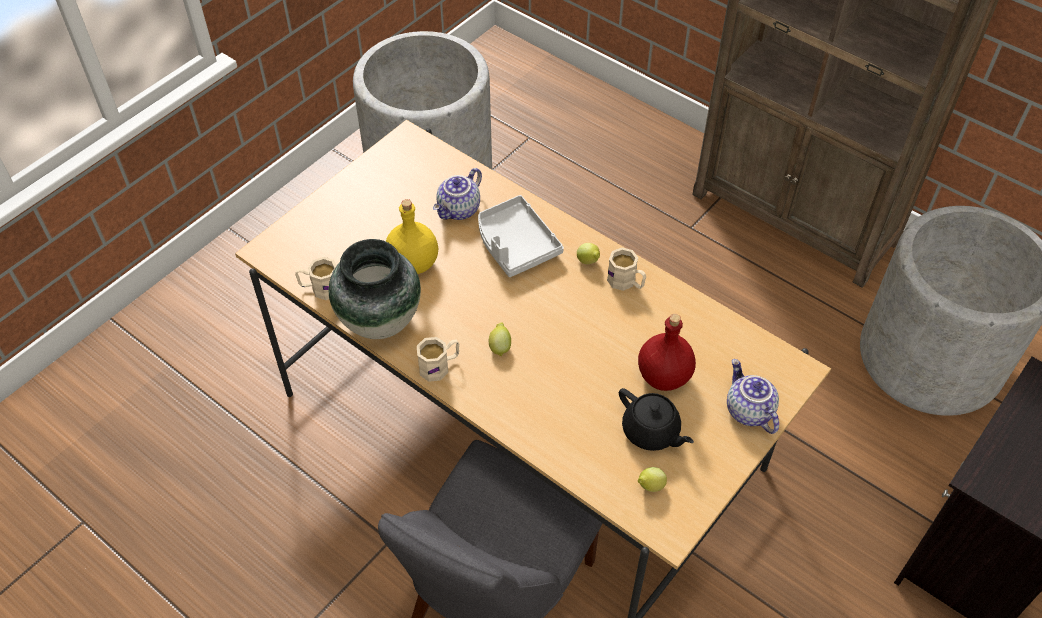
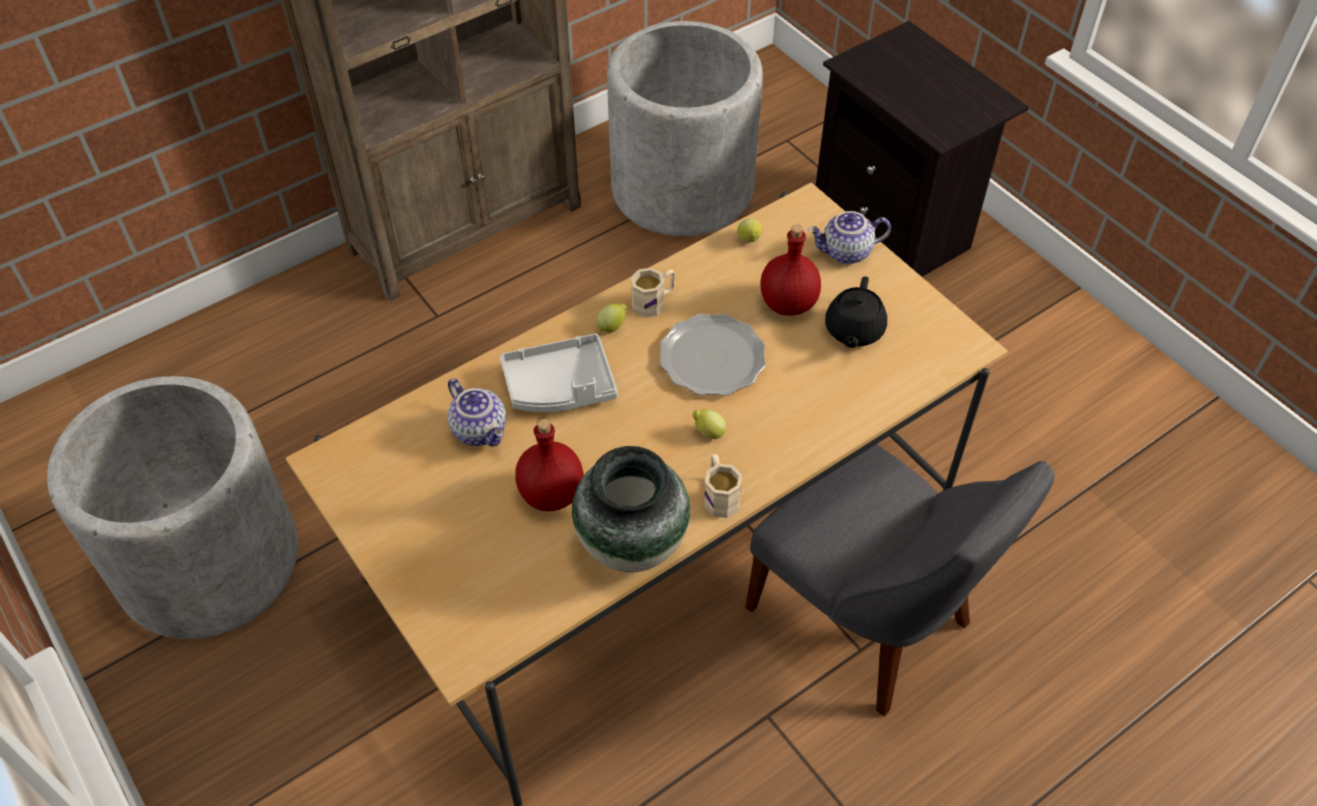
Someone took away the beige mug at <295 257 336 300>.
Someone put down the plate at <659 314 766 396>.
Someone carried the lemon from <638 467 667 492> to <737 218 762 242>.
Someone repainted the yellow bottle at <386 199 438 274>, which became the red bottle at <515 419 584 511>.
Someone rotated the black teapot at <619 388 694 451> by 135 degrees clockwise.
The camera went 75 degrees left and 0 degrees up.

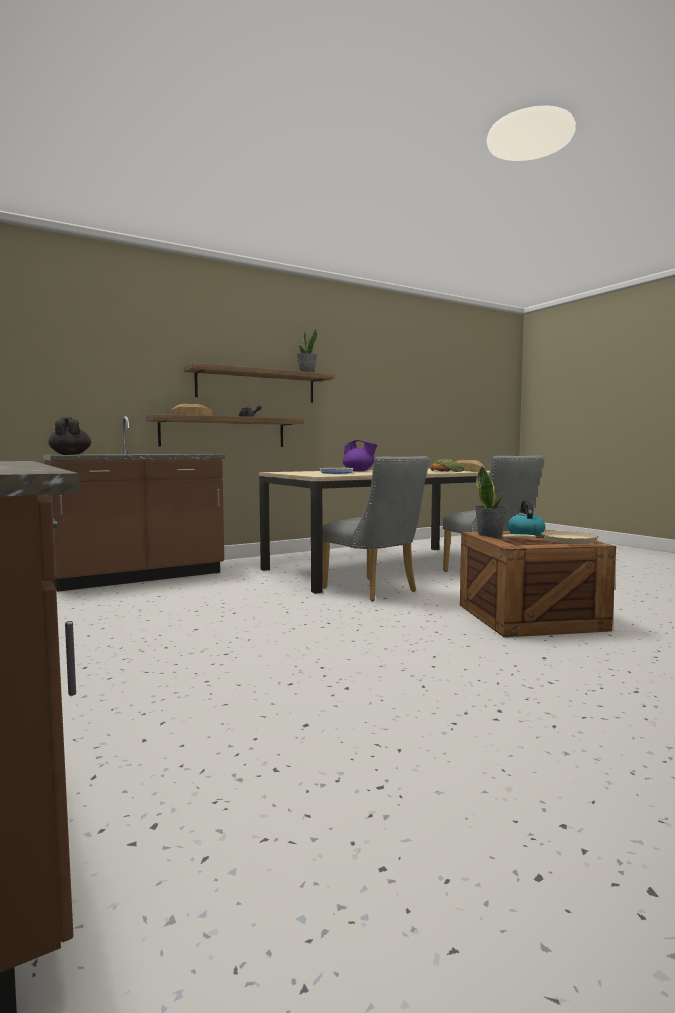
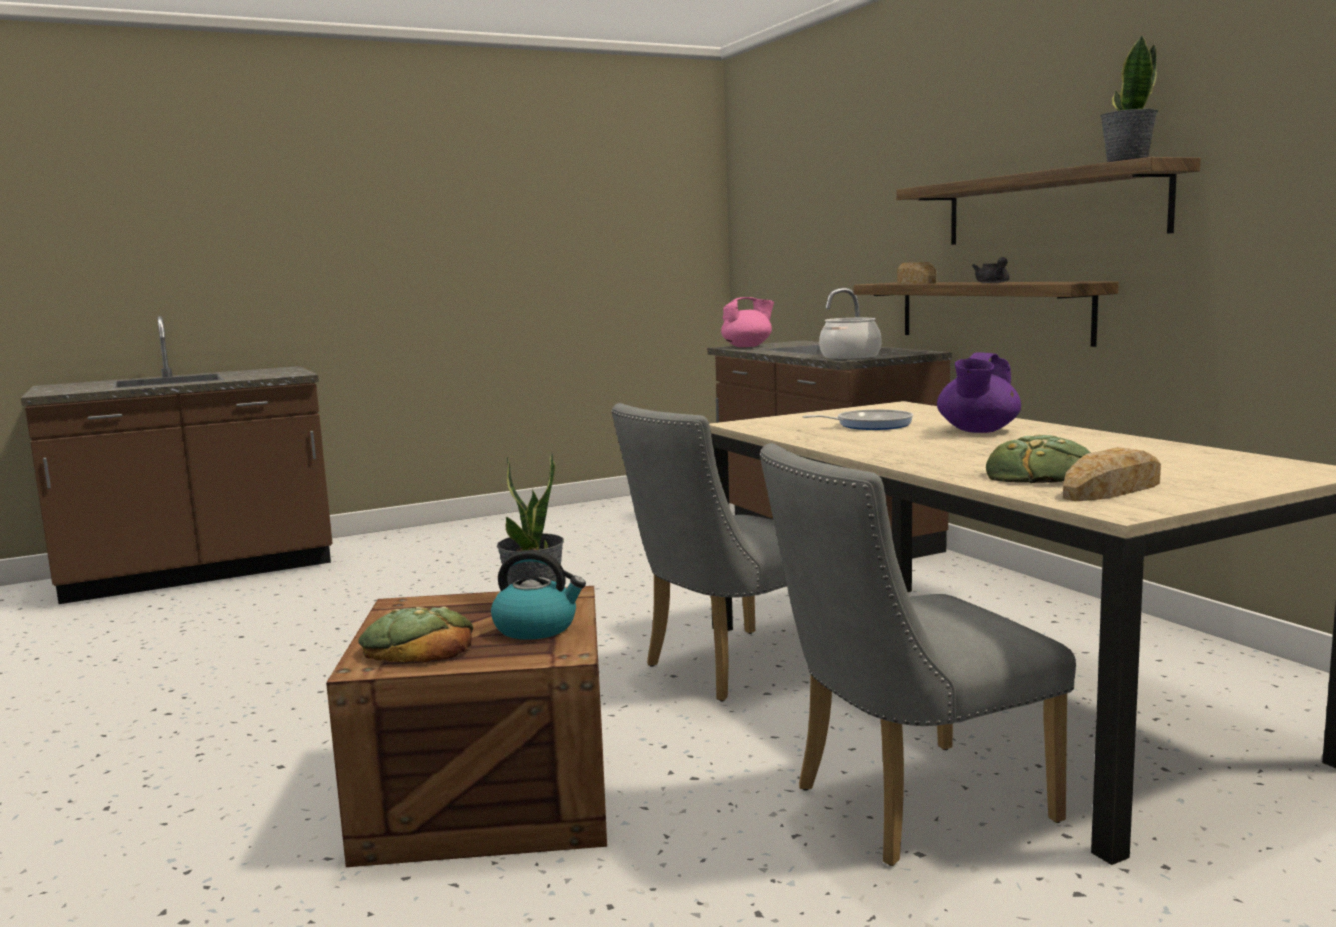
Someone put down the cooking pot at <819 318 882 360>.
Someone swapped the beige frying pan at <502 531 598 544> for the bread at <358 607 473 662>.
Someone repainted the black teapot at <48 417 91 455>, which became the pink teapot at <721 297 774 347>.
The camera went 95 degrees right and 5 degrees up.

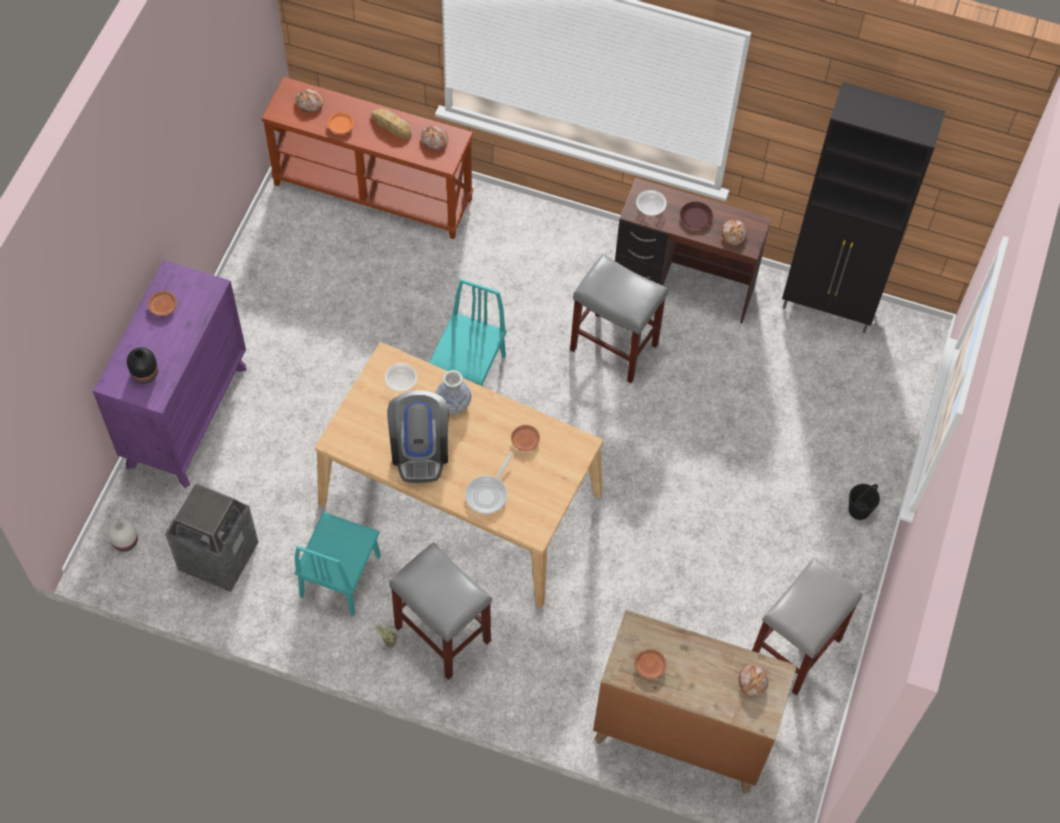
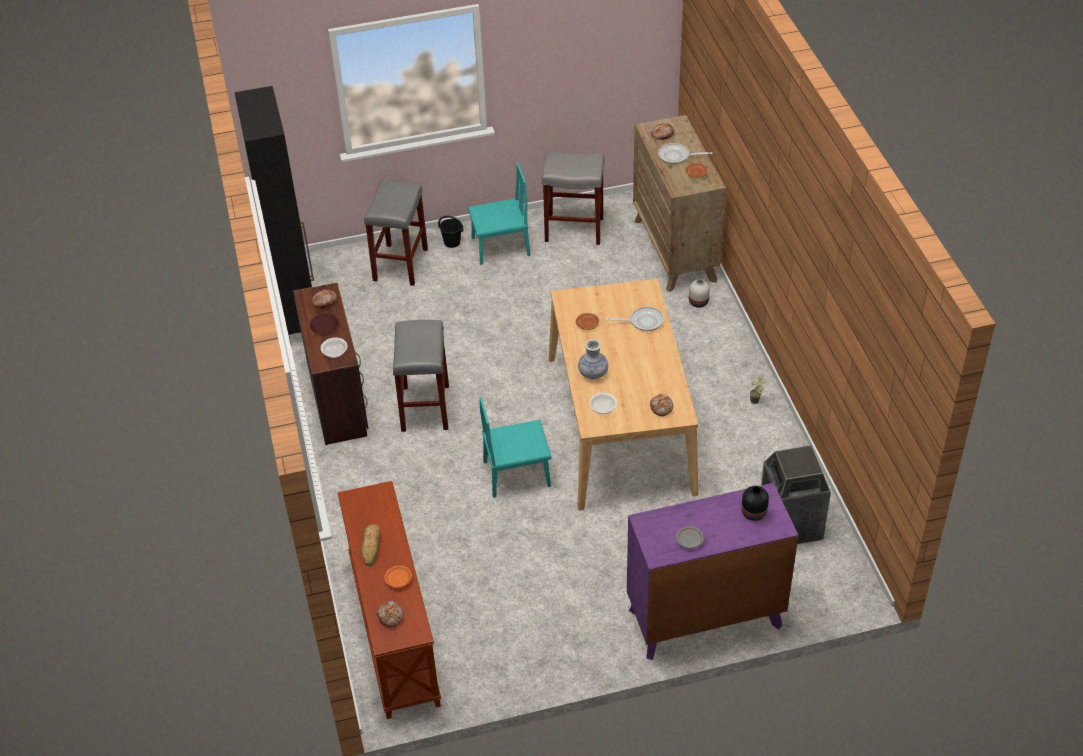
Someone took away the coffee machine at <387 390 449 483>.
Someone put down the frying pan at <658 143 712 164>.
Someone carried the white vase from <108 518 138 552> to <689 279 710 308>.
Someone carried the turquoise chair from <294 512 381 616> to <468 163 531 265>.
Someone carried the grey stool from <389 542 492 680> to <364 180 428 286>.
Someone carried the bread from <421 126 448 150> to <650 394 673 416>.
Someone repainted the brown plate at <148 291 177 316>, which became the grey plate at <676 526 704 548>.
The camera went 120 degrees left and 15 degrees down.

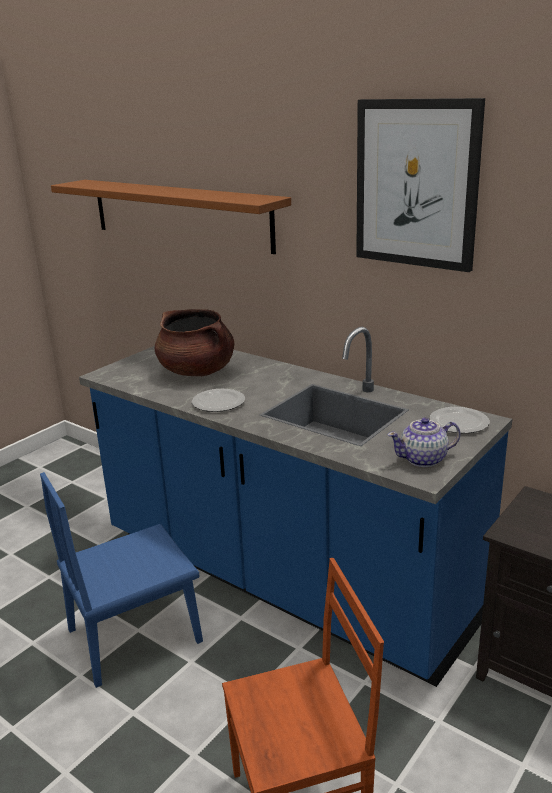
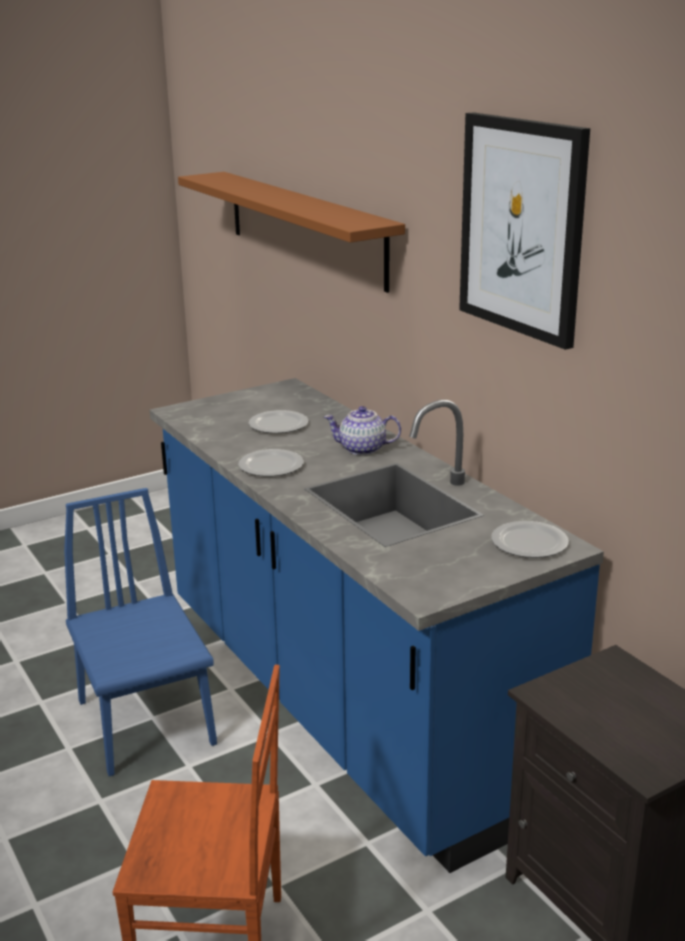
Someone carried the teapot from <388 418 460 467> to <324 406 401 455>.
Someone swapped the brown cooking pot at <155 309 234 376> for the plate at <249 410 308 433>.
Someone rotated the blue chair at <40 472 203 688> by 75 degrees clockwise.
The camera went 20 degrees right and 0 degrees up.

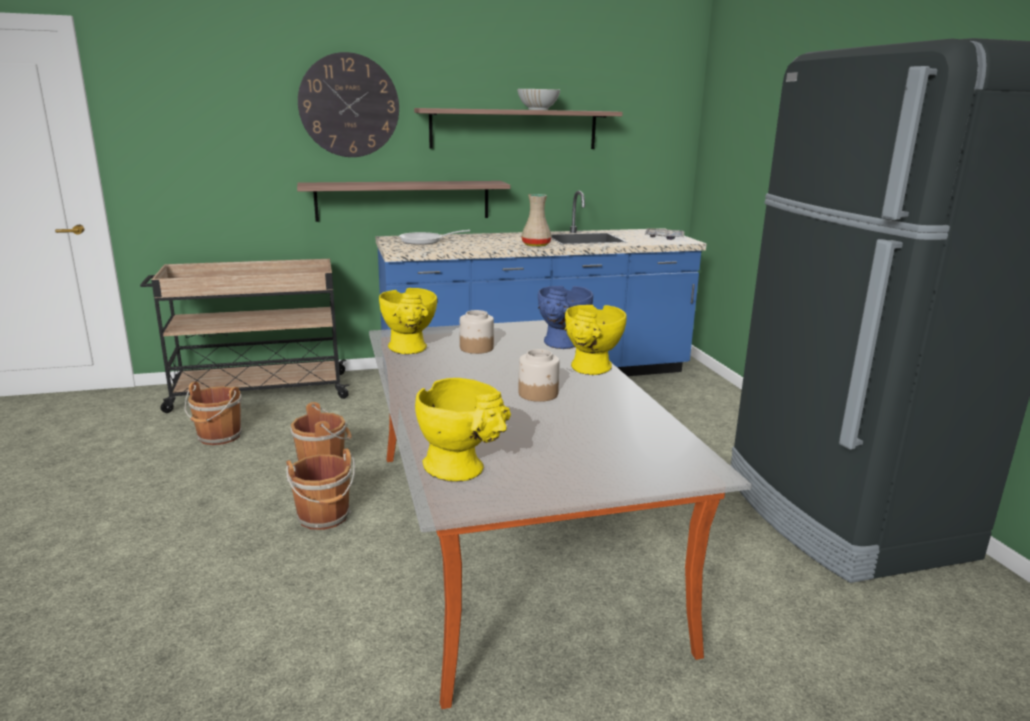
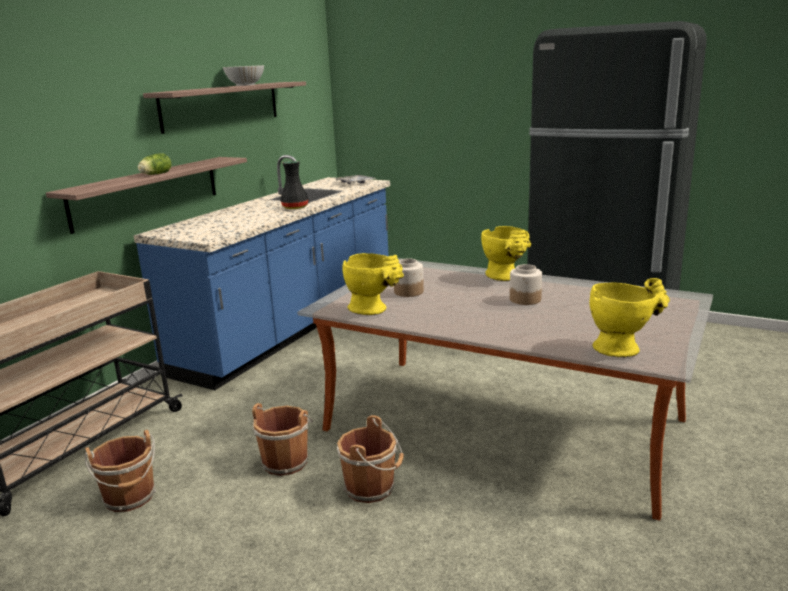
Someone took away the wall clock at <298 52 399 157>.
Someone took away the frying pan at <399 230 470 245>.
Someone took away the blue vase at <538 286 593 349>.
Someone put down the lettuce at <138 153 171 175>.
Someone repainted the beige vase at <521 194 552 247>, which became the black vase at <281 161 309 209>.
The camera went 45 degrees left and 0 degrees up.

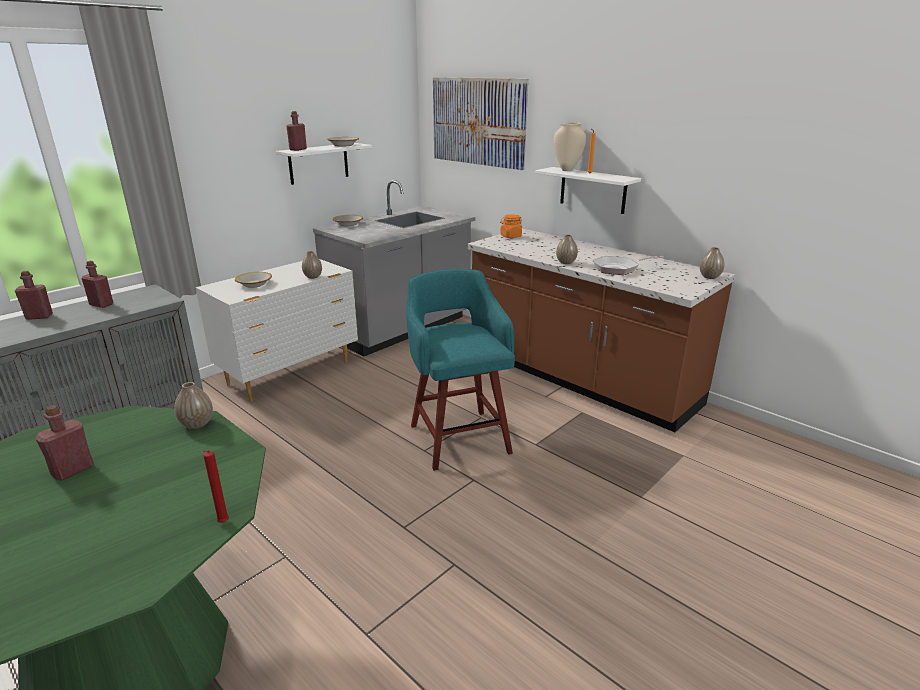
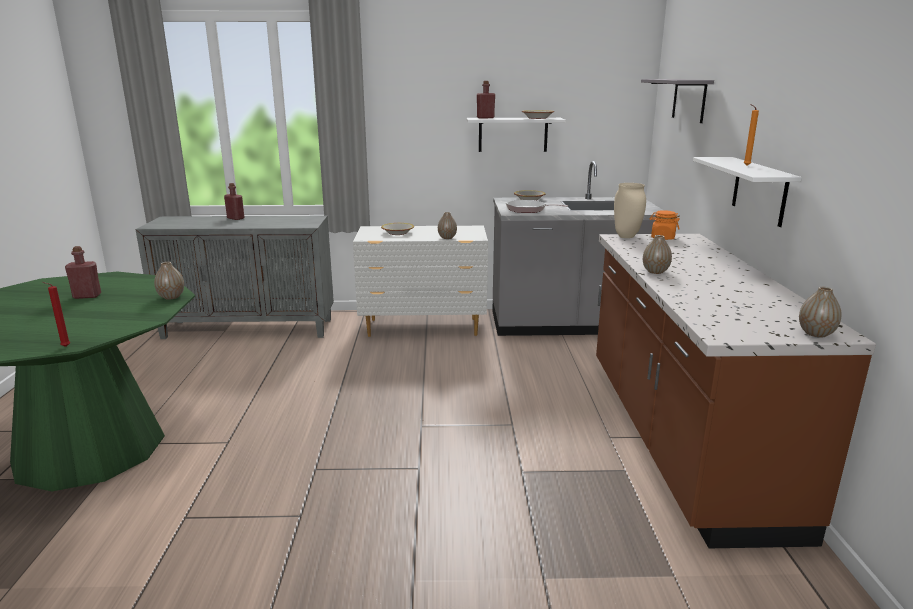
Someone took away the red bottle at <81 261 113 308>.
Someone took away the turquoise stool at <406 269 515 471>.
Someone carried the beige vase from <554 122 586 171> to <614 183 646 238>.
Someone carried the frying pan from <592 256 664 275> to <506 200 569 213>.
Someone swapped the picture at <433 77 528 170> for the grey shelf at <641 79 714 123>.
The camera went 45 degrees right and 5 degrees down.

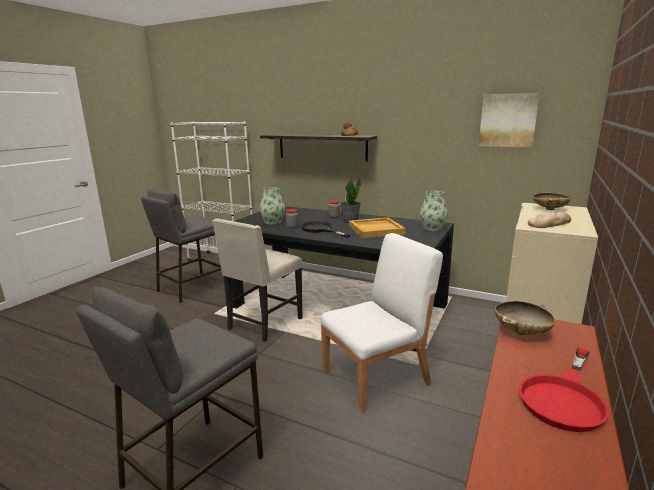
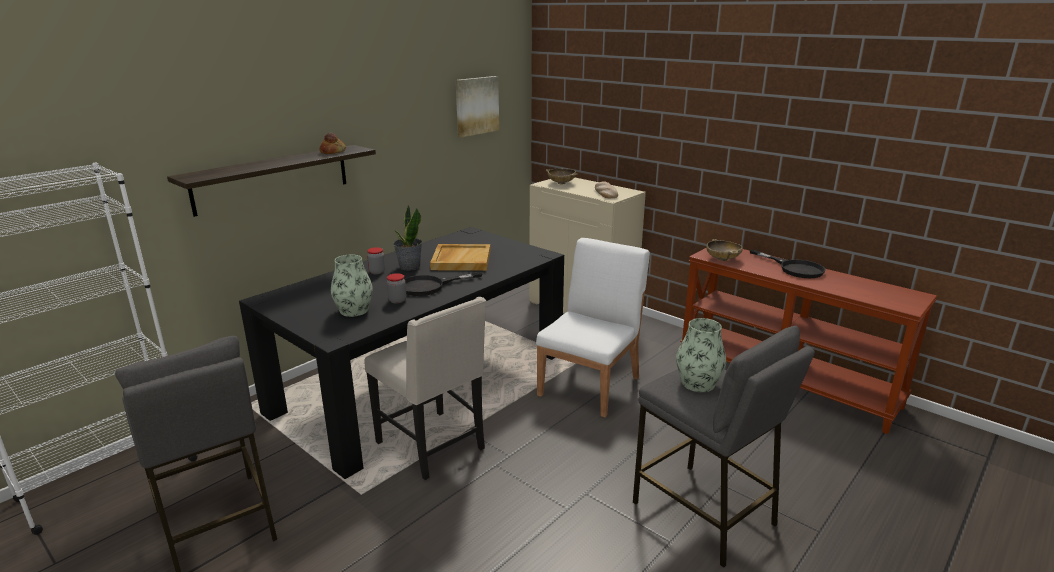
Someone carried the vase from <420 191 448 231> to <676 318 726 392>.
Someone repainted the red frying pan at <519 347 609 432>, which became the black frying pan at <750 250 826 278>.
Someone rotated the white chair at <320 233 443 413> by 45 degrees clockwise.
The camera went 75 degrees left and 5 degrees up.

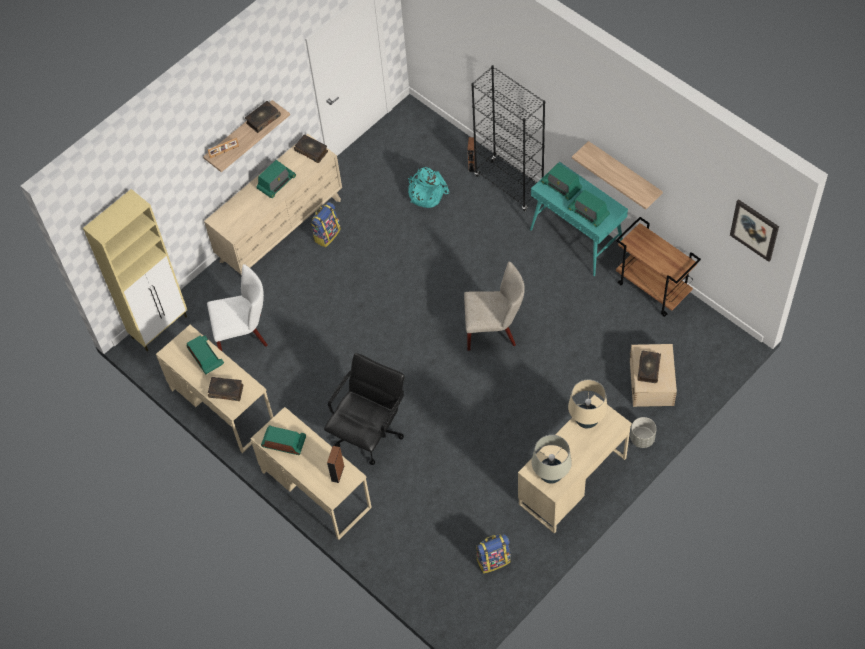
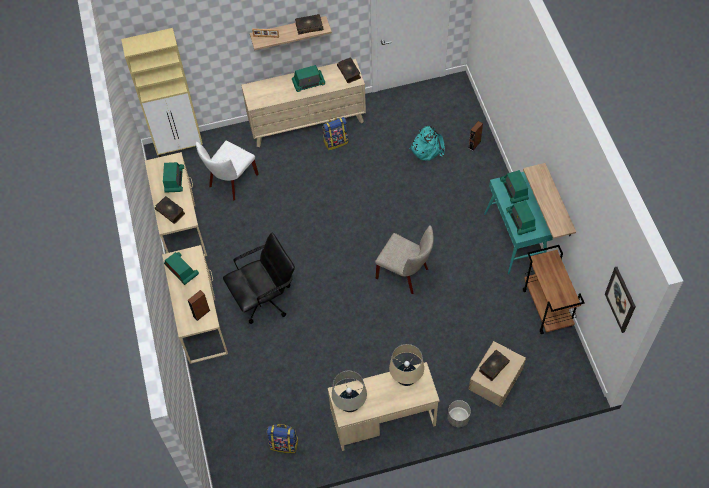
Someone took away the black bookcase at <471 65 545 211>.
Someone rotated the white chair at <207 264 267 351> by 105 degrees clockwise.
The camera went 30 degrees right and 0 degrees up.

